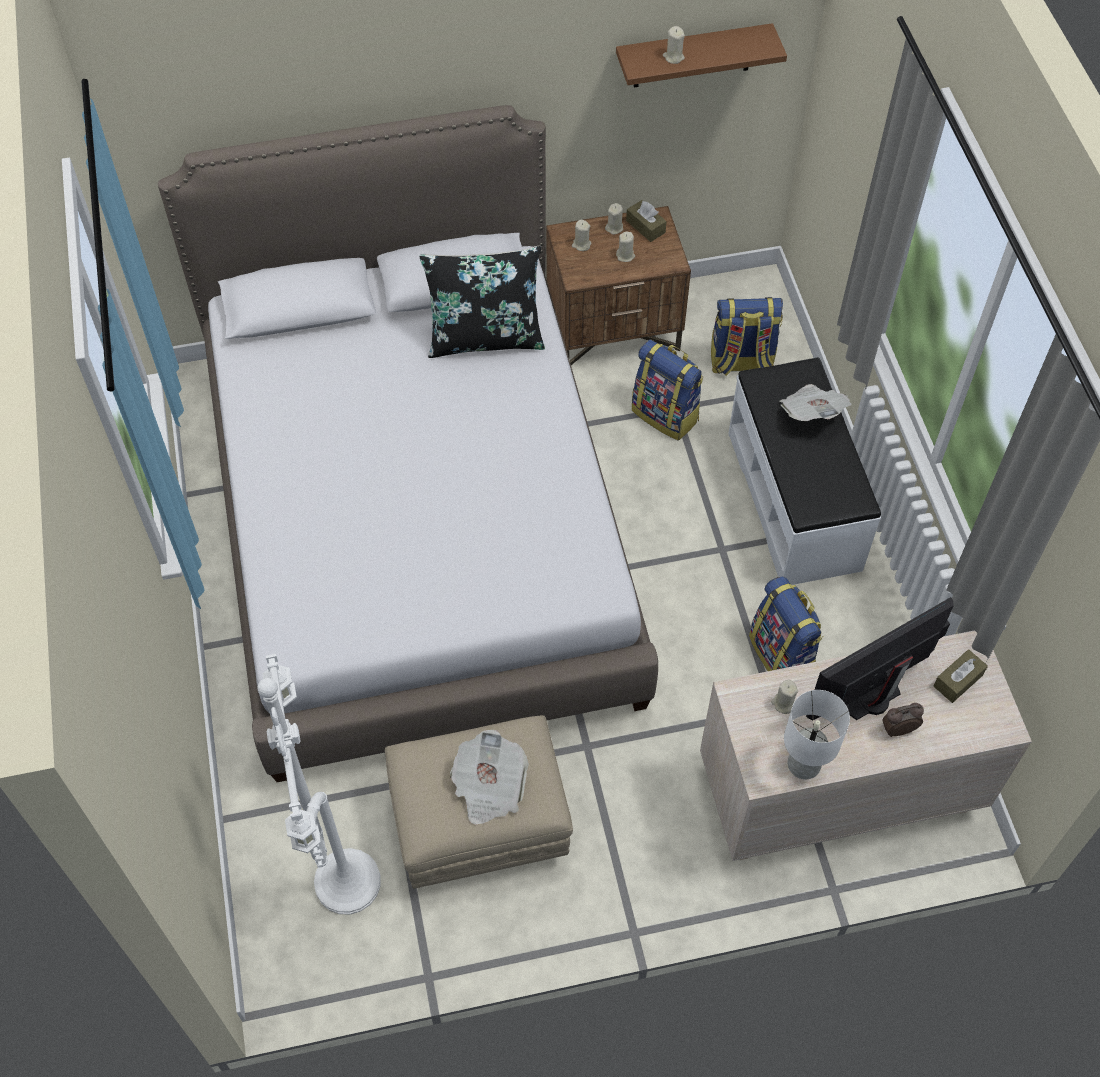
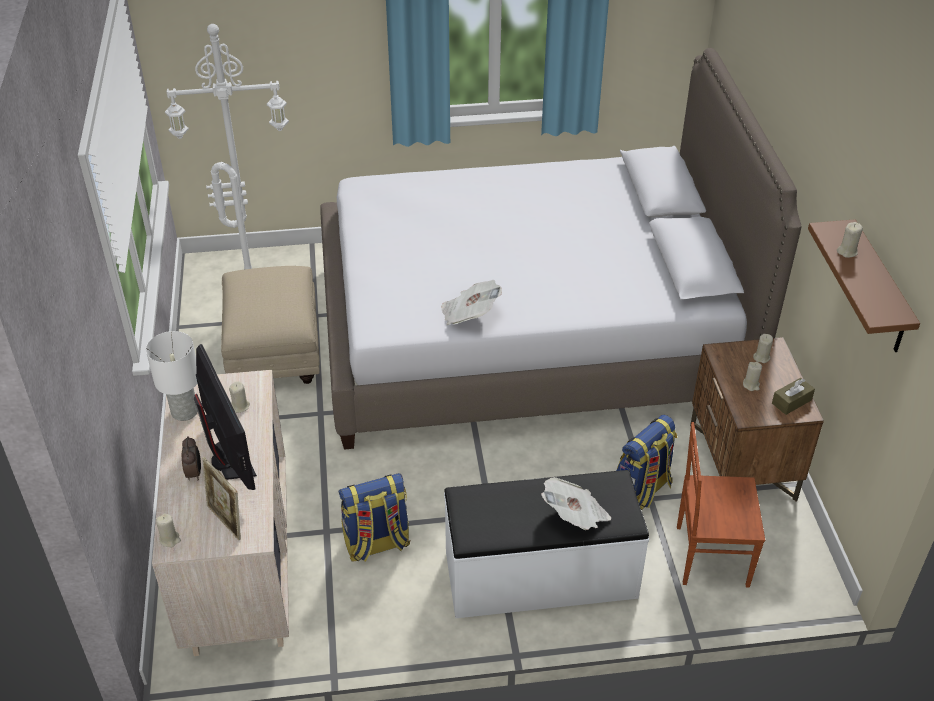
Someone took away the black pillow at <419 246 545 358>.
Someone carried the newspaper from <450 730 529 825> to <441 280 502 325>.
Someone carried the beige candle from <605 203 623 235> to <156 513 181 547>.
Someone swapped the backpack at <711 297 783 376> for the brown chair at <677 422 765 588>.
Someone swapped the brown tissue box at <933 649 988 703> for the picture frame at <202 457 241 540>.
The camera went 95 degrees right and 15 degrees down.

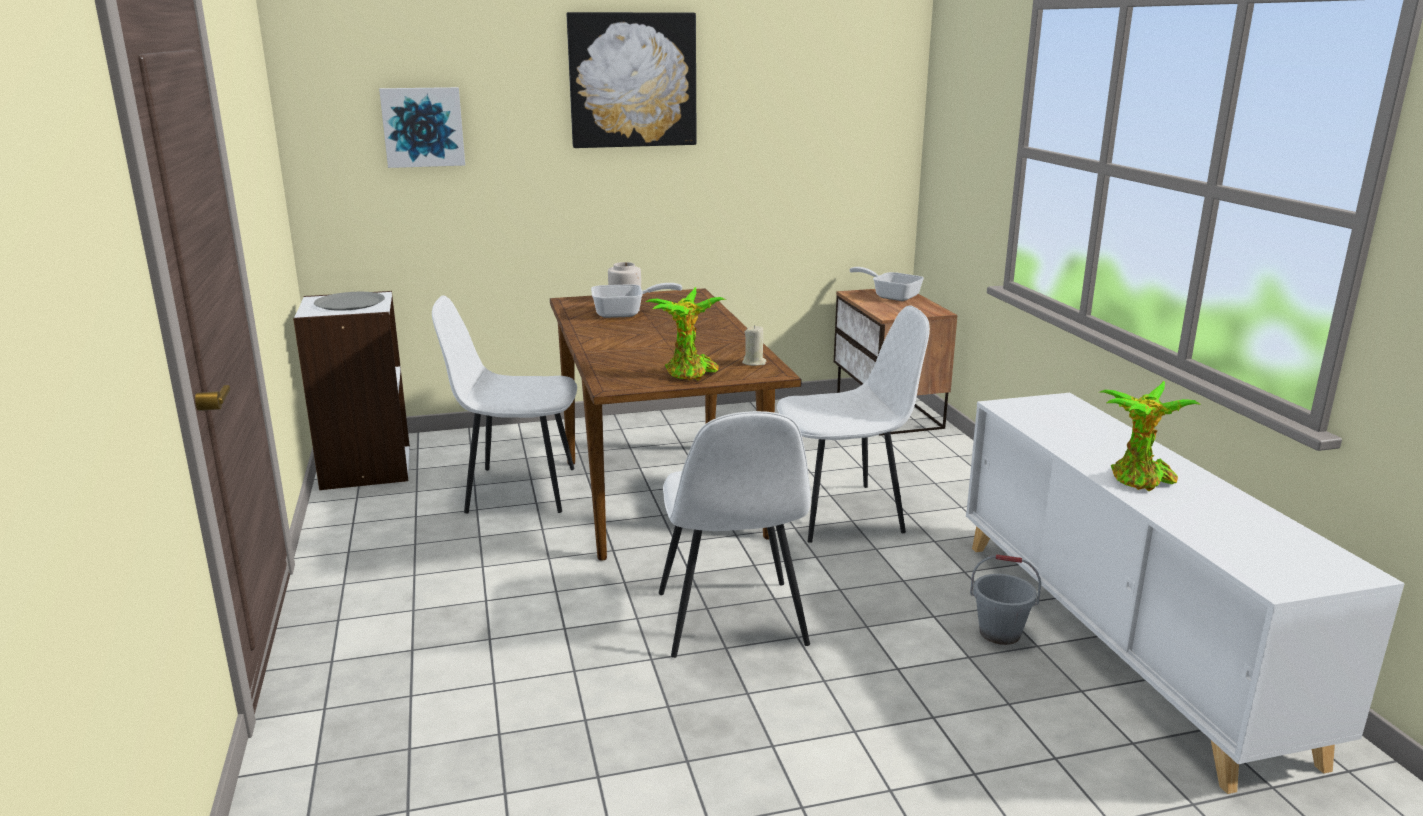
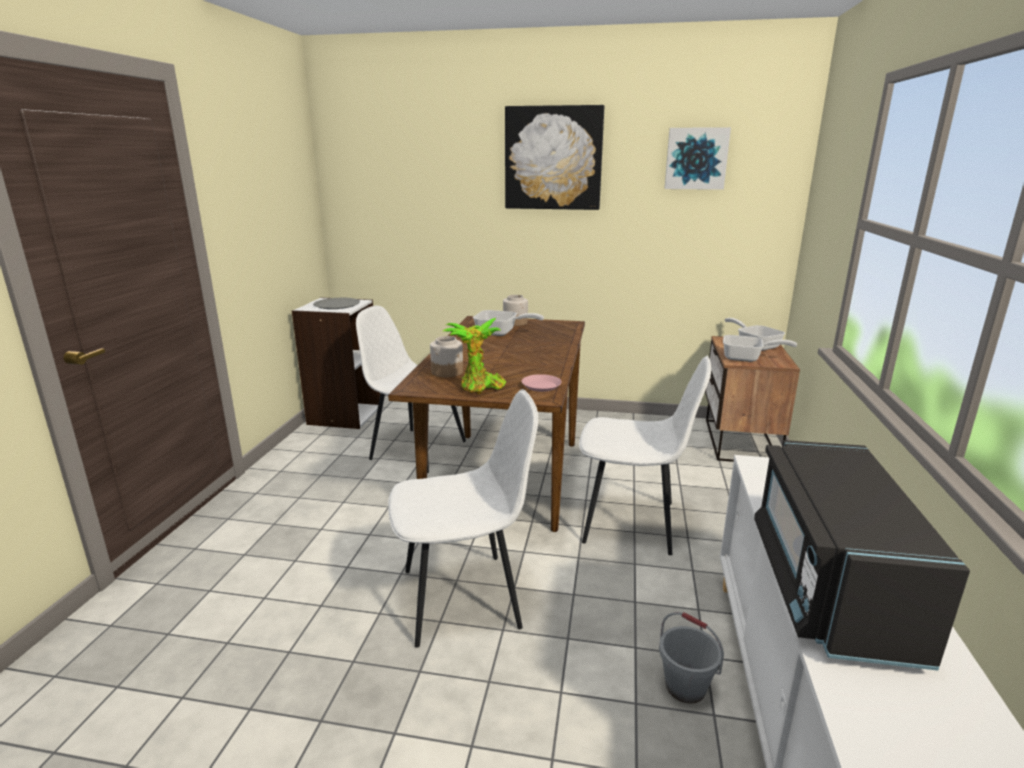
Someone put down the jar at <430 336 463 377>.
Someone put down the frying pan at <723 335 797 362>.
Someone carried the picture from <379 87 465 168> to <664 127 731 190>.
Someone swapped the beige candle at <742 325 766 366> for the pink plate at <521 374 562 392>.
Someone swapped the potted plant at <1100 381 1202 491> for the black microwave at <754 440 970 671>.
Someone rotated the white chair at <659 411 811 658> by 120 degrees counterclockwise.
The camera went 25 degrees right and 0 degrees up.

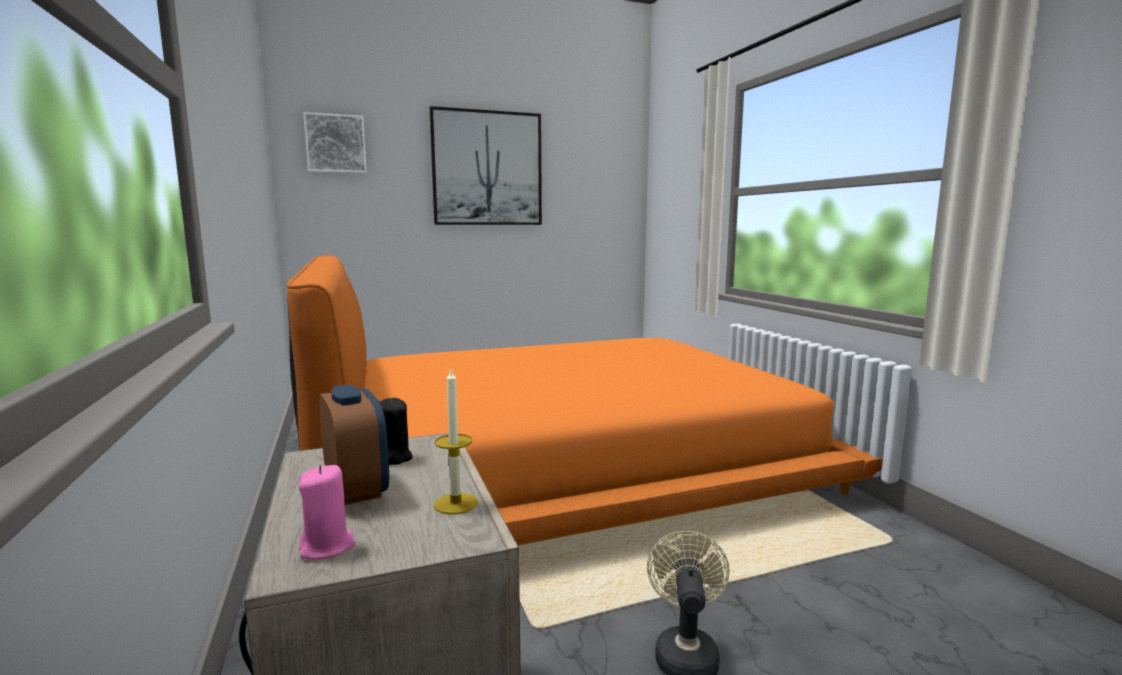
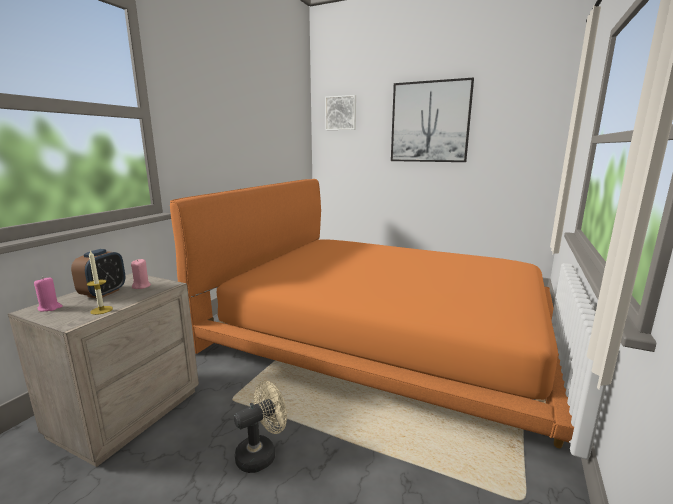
Someone repainted the black candle at <380 398 413 465>, which became the pink candle at <131 259 151 289>.
The camera went 45 degrees right and 5 degrees up.

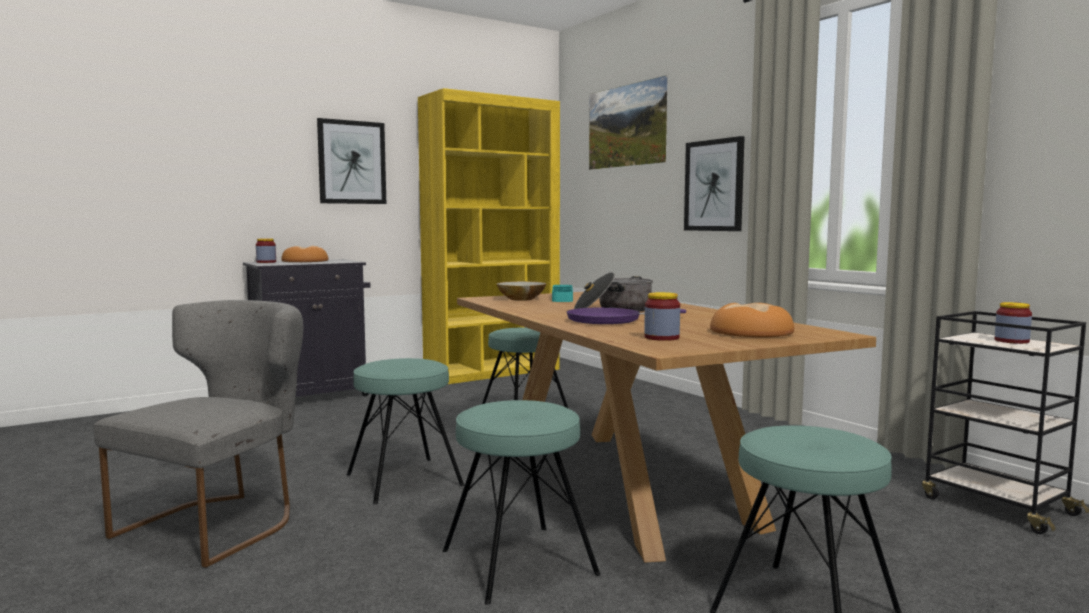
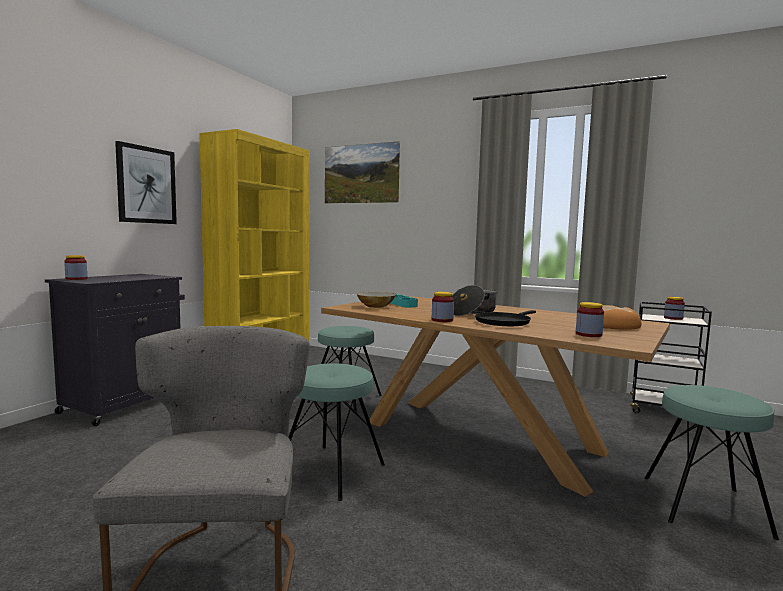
Someone took away the bread at <282 246 328 262>.
Someone took away the turquoise stool at <442 400 600 605>.
Someone took away the picture at <684 136 745 231>.
Someone put down the jar at <432 292 454 322>.
Someone repainted the purple frying pan at <567 307 686 324>, which became the black frying pan at <475 310 536 326>.
The camera went 30 degrees left and 0 degrees up.

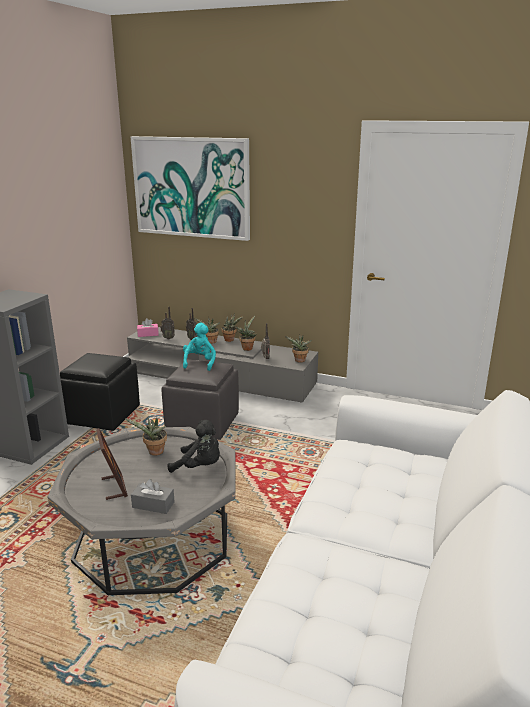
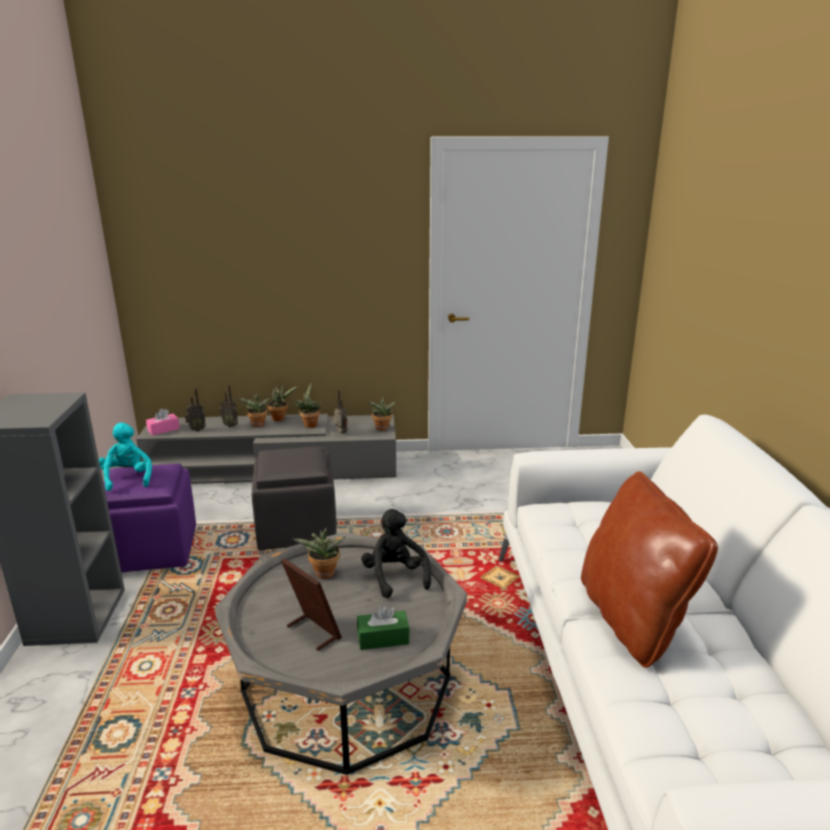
Someone took away the picture at <131 136 250 241>.
Someone put down the brown pillow at <581 471 718 668>.
Someone carried the turquoise plush toy from <183 323 216 371> to <99 423 152 491>.
Someone repainted the black ottoman at <60 353 140 431>, which became the purple ottoman at <104 463 196 573>.
Someone repainted the grey tissue box at <131 479 175 514>, which became the green tissue box at <357 606 410 650>.
Someone rotated the black plush toy at <167 420 220 473> by 105 degrees counterclockwise.
The camera went 25 degrees left and 0 degrees up.

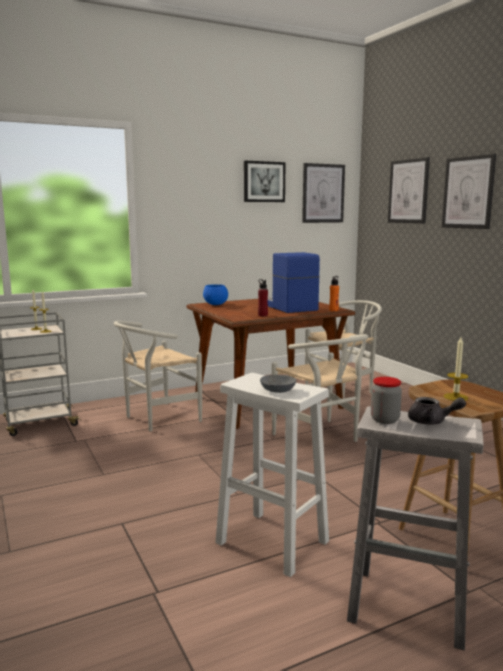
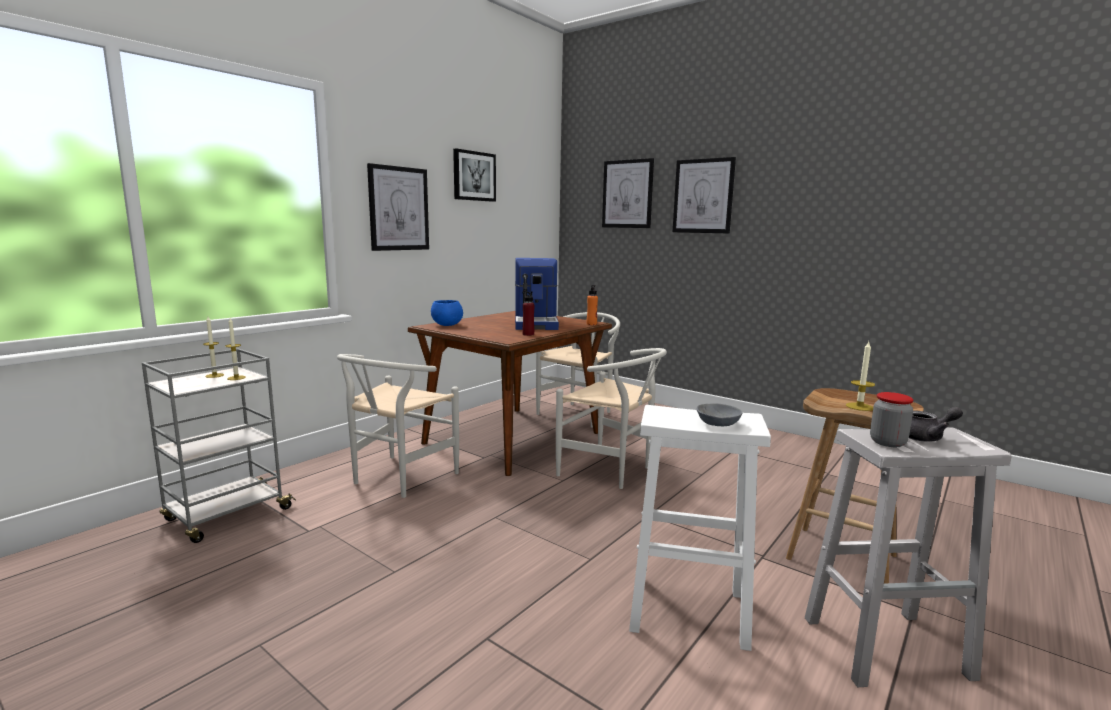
Someone carried the picture from <302 163 345 223> to <367 163 429 251>.
Someone rotated the coffee machine at <268 252 320 313> by 135 degrees counterclockwise.
The camera went 25 degrees left and 0 degrees up.

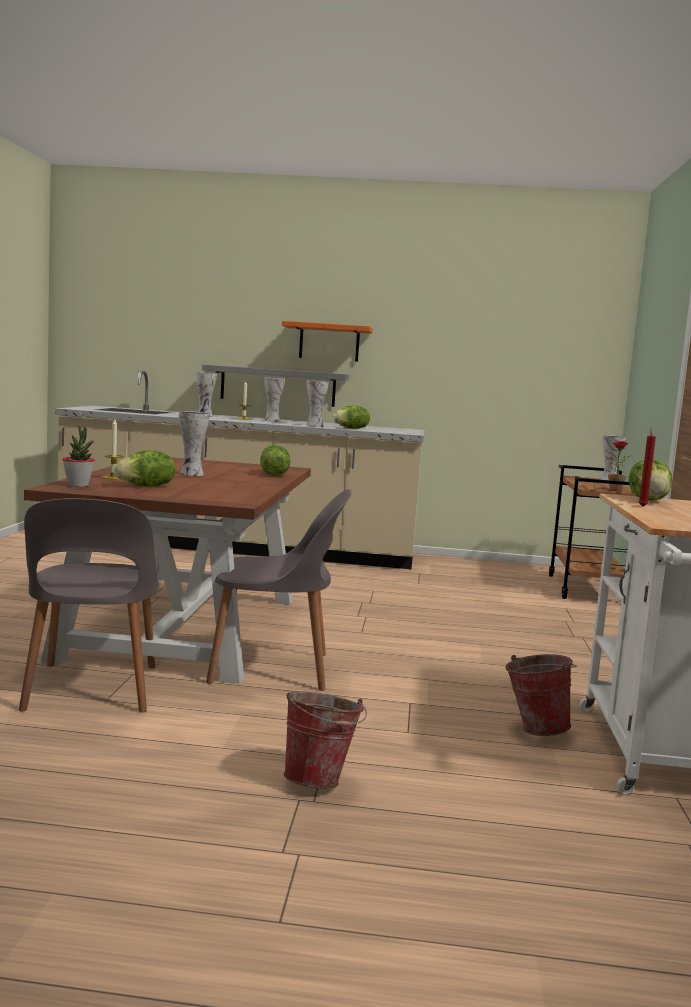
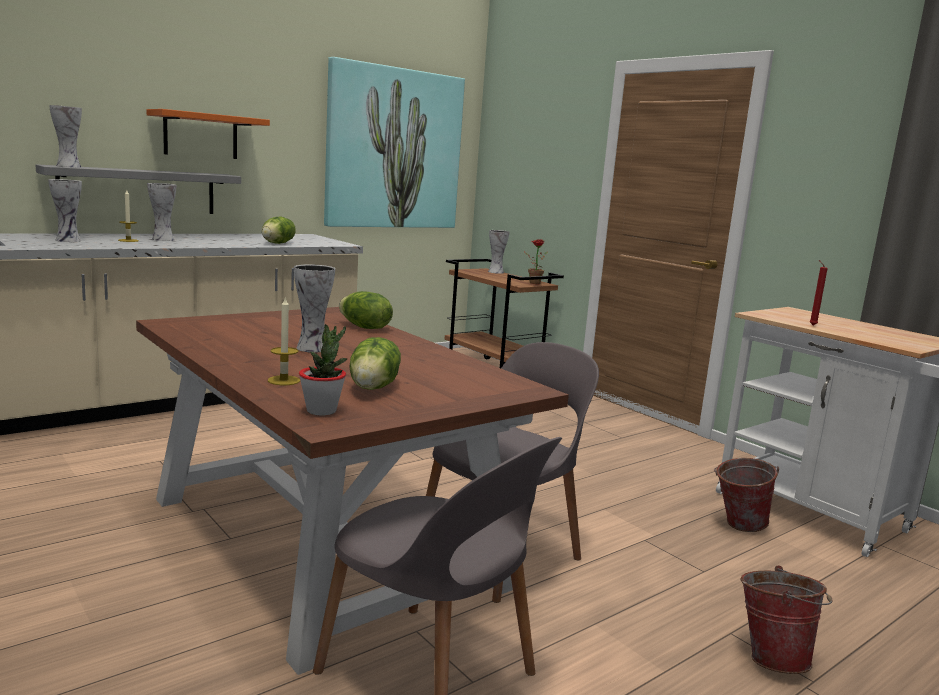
Someone took away the lettuce at <629 460 672 501>.
Someone put up the picture at <324 57 465 228>.
Someone carried the vase from <306 380 329 427> to <49 105 82 167>.
The camera went 45 degrees left and 5 degrees up.

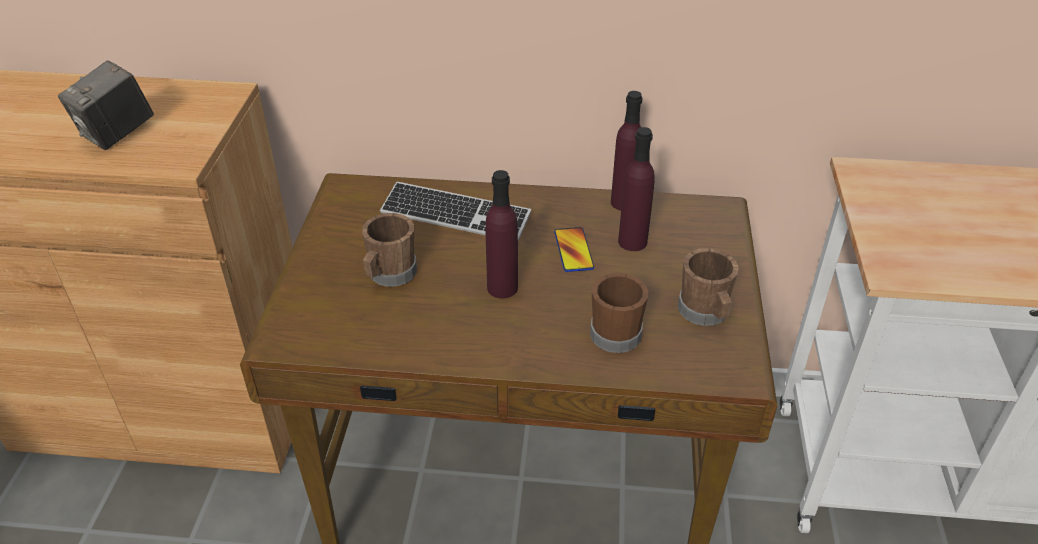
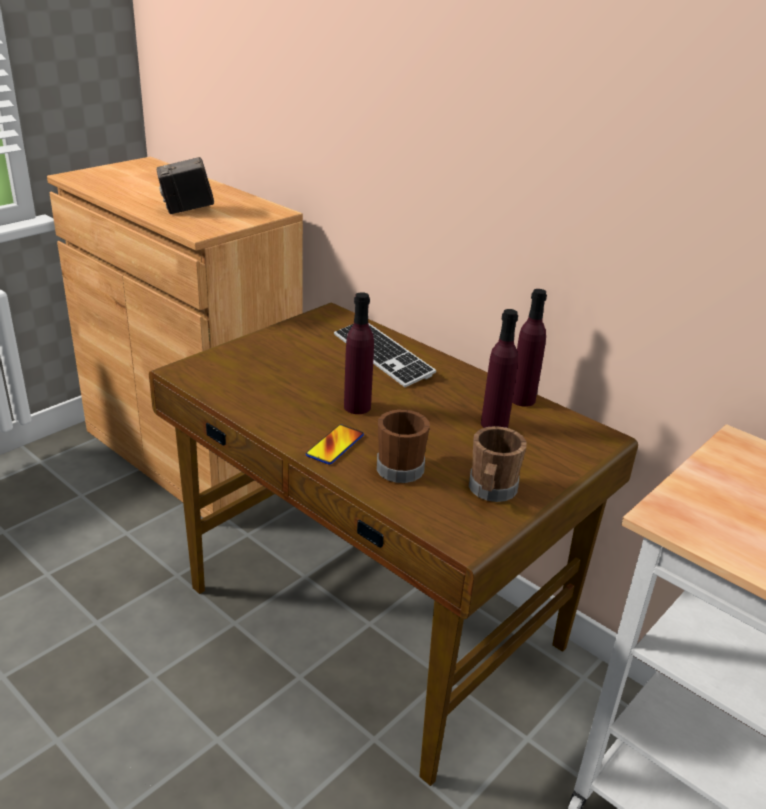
Someone took away the brown mug at <362 213 417 287>.
Someone carried the phone from <554 227 594 272> to <306 425 364 465>.
The camera went 35 degrees right and 10 degrees down.

